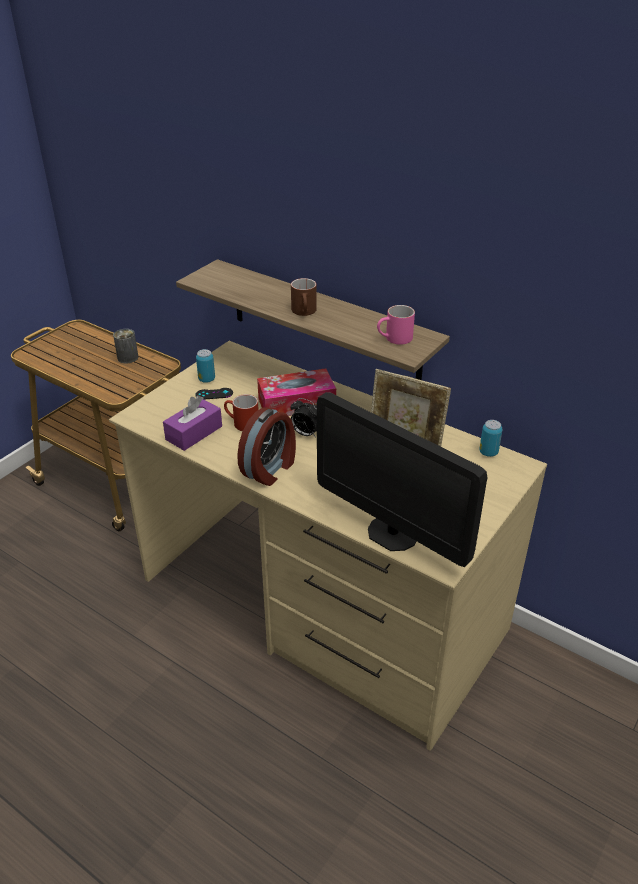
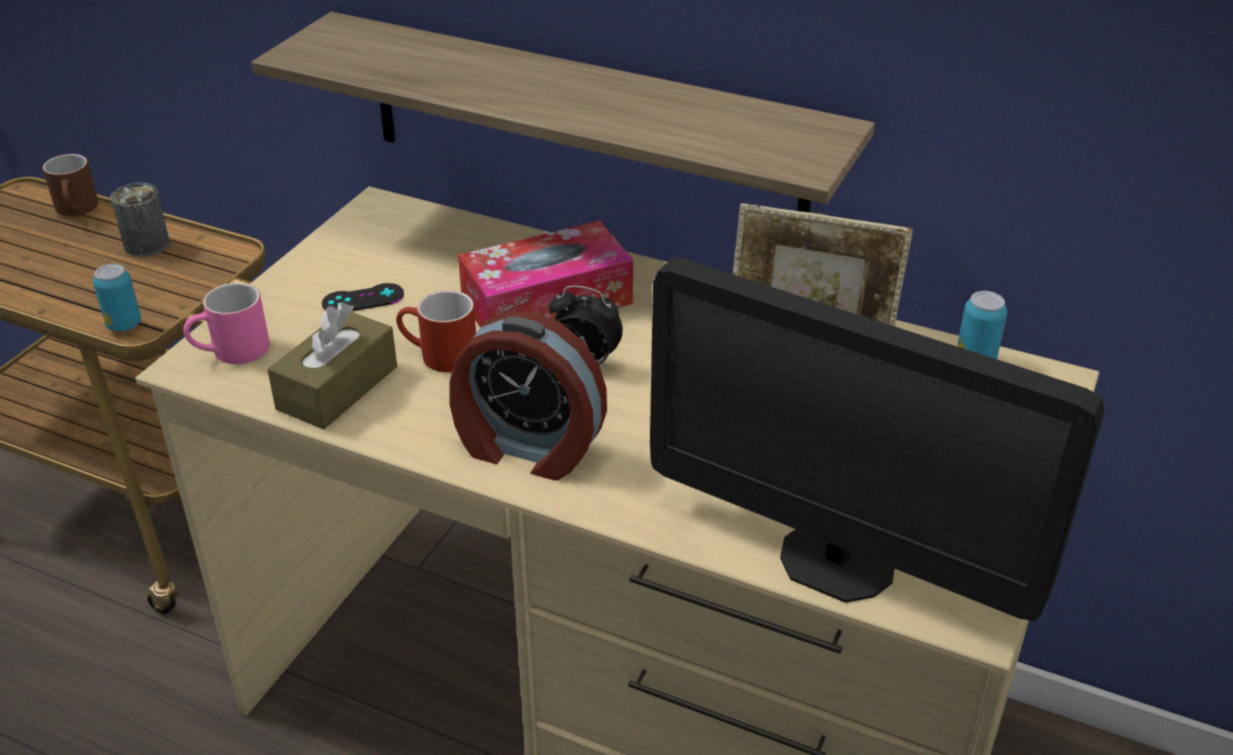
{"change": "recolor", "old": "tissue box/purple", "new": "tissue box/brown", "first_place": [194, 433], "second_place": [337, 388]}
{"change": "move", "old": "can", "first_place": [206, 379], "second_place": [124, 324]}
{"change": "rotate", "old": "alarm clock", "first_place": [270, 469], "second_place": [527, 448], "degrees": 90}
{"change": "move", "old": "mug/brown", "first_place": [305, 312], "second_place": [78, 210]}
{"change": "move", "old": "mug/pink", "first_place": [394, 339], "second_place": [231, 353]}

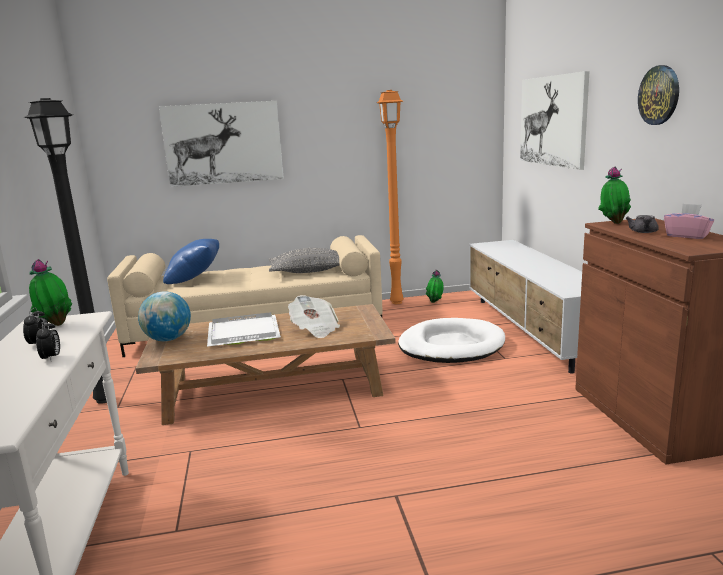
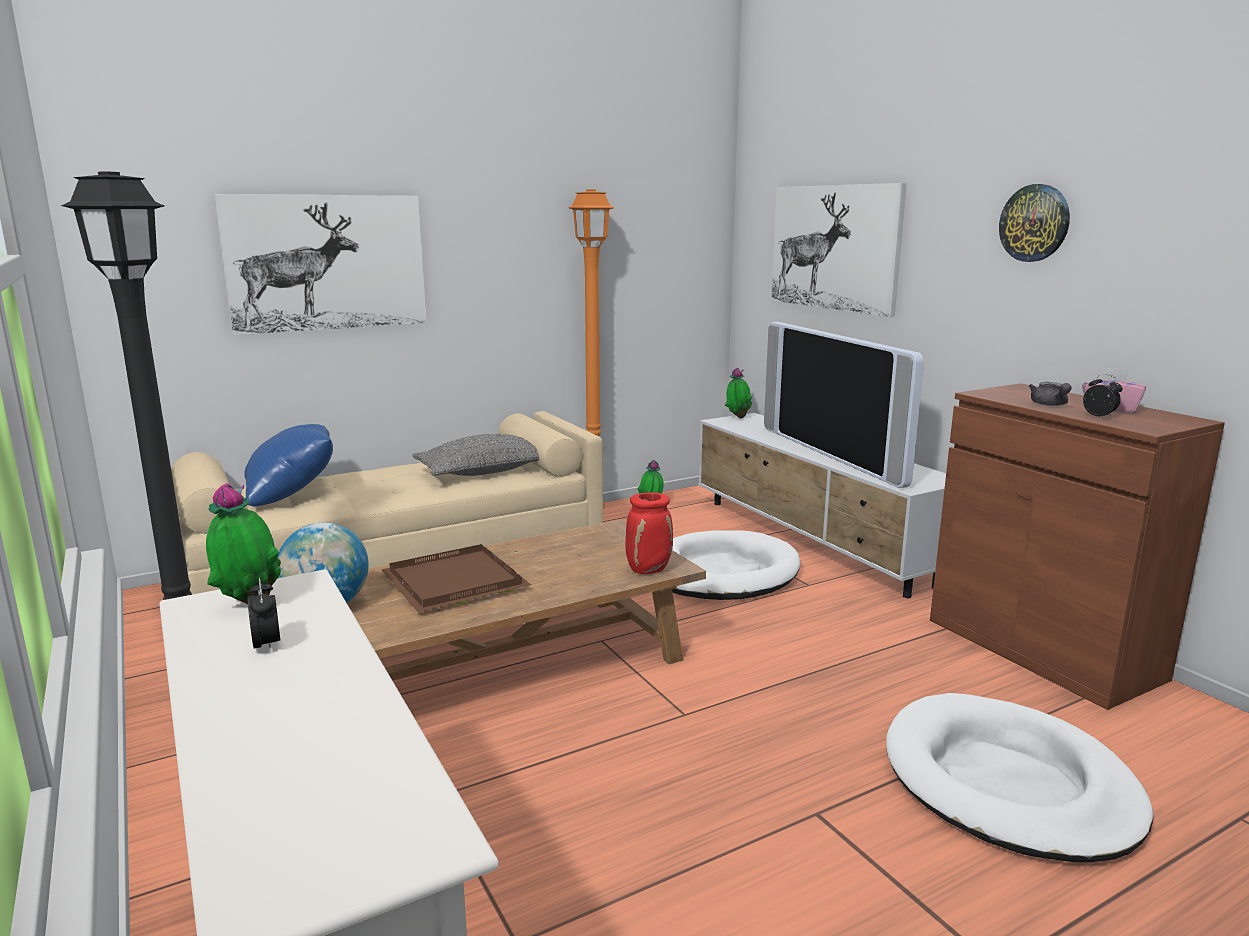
{"change": "move", "old": "alarm clock", "first_place": [51, 358], "second_place": [1100, 416]}
{"change": "recolor", "old": "tray/white", "new": "tray/brown", "first_place": [242, 332], "second_place": [452, 582]}
{"change": "delete", "old": "newspaper", "first_place": [315, 329]}
{"change": "move", "old": "potted plant", "first_place": [613, 223], "second_place": [737, 417]}
{"change": "insert", "new": "vase/red", "second_place": [649, 569]}
{"change": "insert", "new": "television", "second_place": [834, 454]}
{"change": "insert", "new": "dog bed/white", "second_place": [1008, 783]}

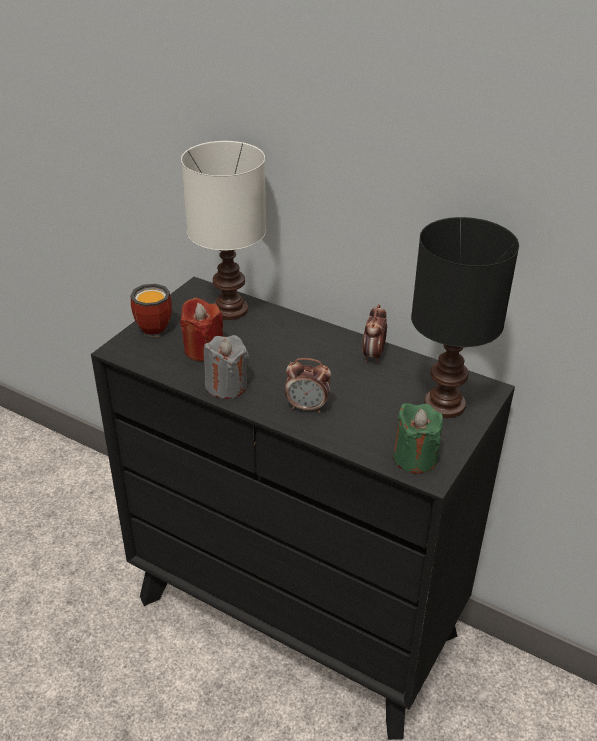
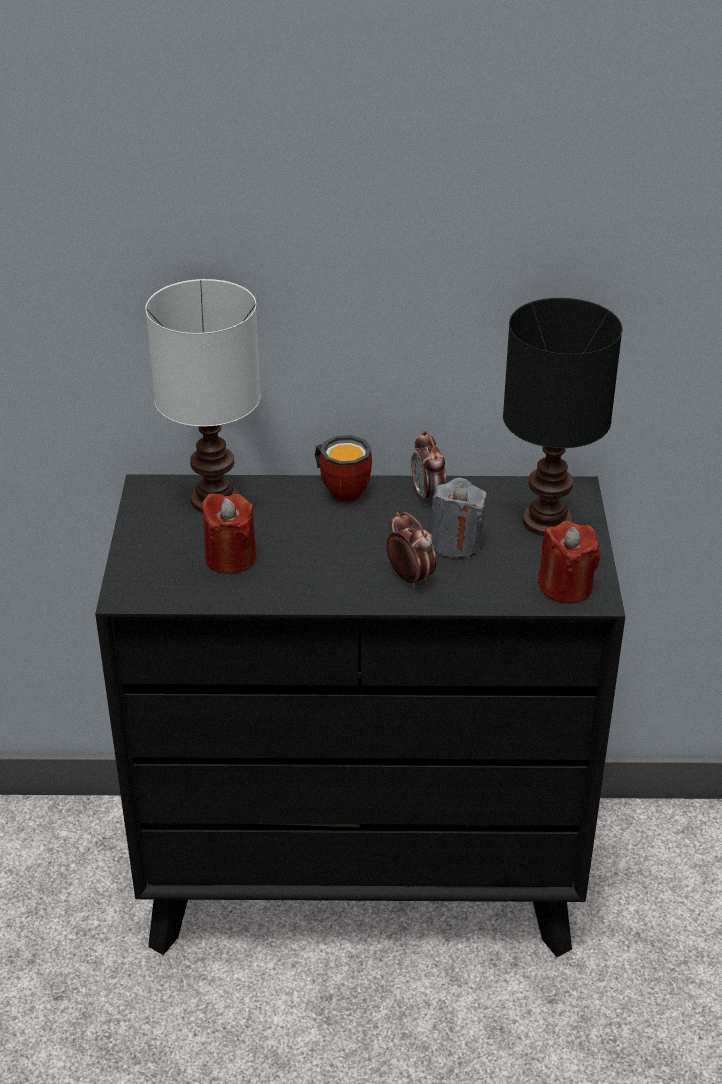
{"change": "move", "old": "mug", "first_place": [155, 326], "second_place": [343, 490]}
{"change": "move", "old": "candle/grey", "first_place": [226, 386], "second_place": [457, 543]}
{"change": "rotate", "old": "alarm clock", "first_place": [307, 407], "second_place": [410, 578], "degrees": -105}
{"change": "recolor", "old": "candle/green", "new": "candle/red", "first_place": [415, 458], "second_place": [565, 587]}

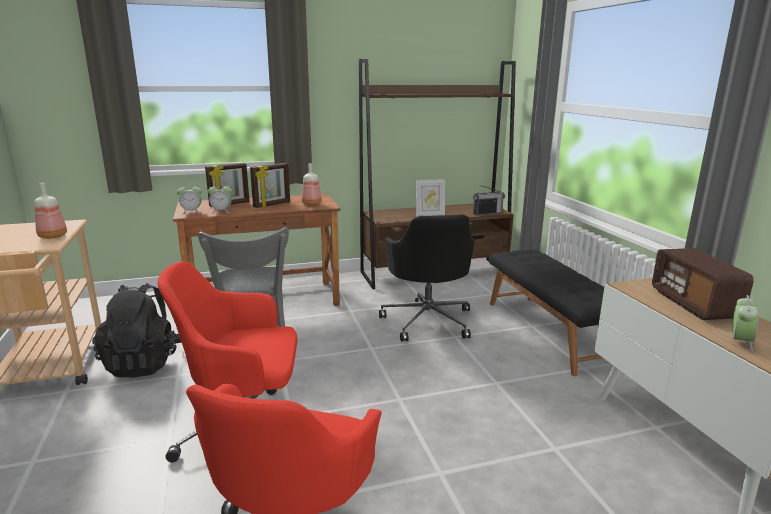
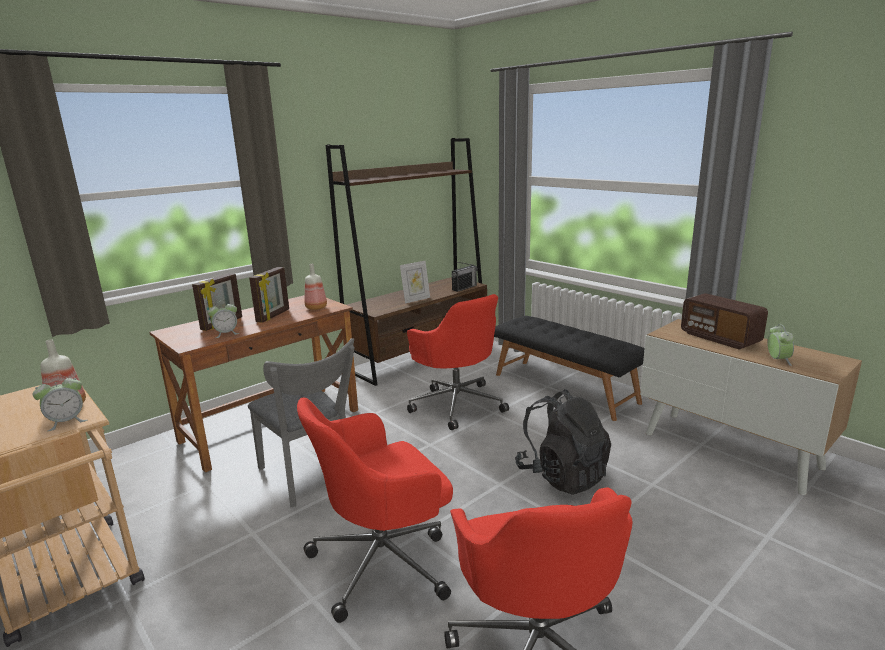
{"change": "move", "old": "backpack/black", "first_place": [143, 363], "second_place": [562, 476]}
{"change": "move", "old": "alarm clock", "first_place": [191, 212], "second_place": [66, 422]}
{"change": "recolor", "old": "office chair/black", "new": "office chair/red", "first_place": [428, 320], "second_place": [456, 404]}

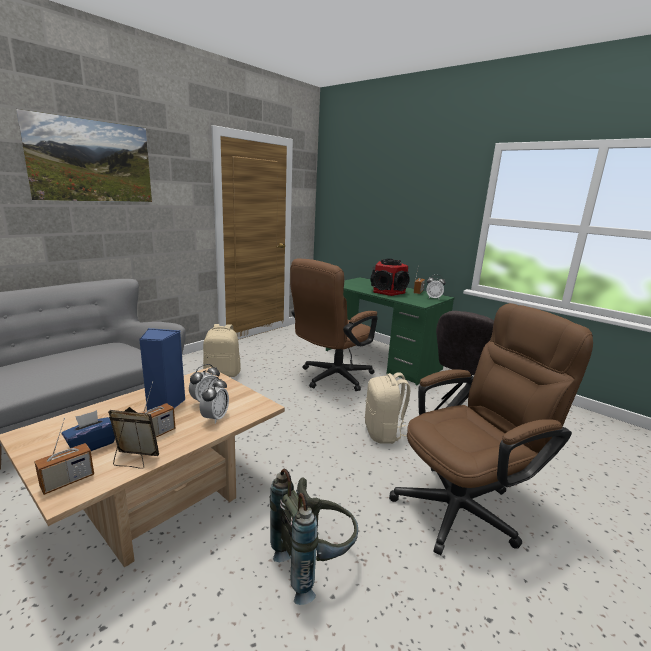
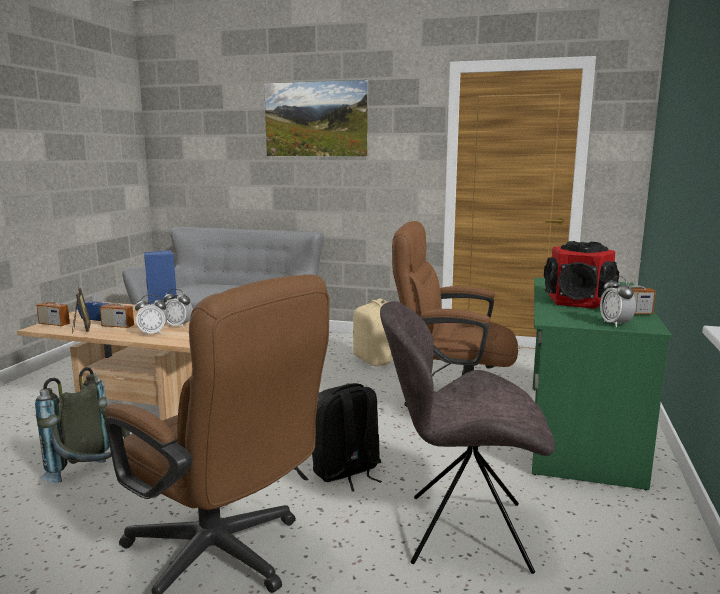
{"change": "recolor", "old": "backpack/beige", "new": "backpack/black", "first_place": [383, 433], "second_place": [346, 472]}

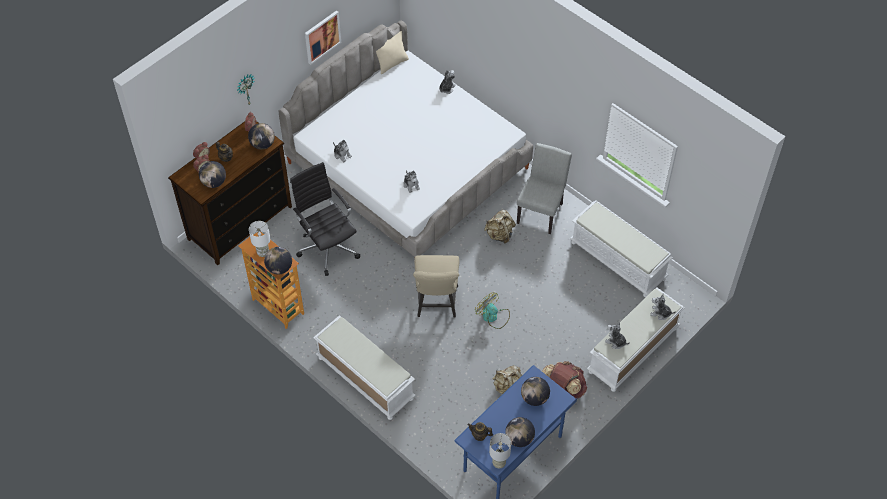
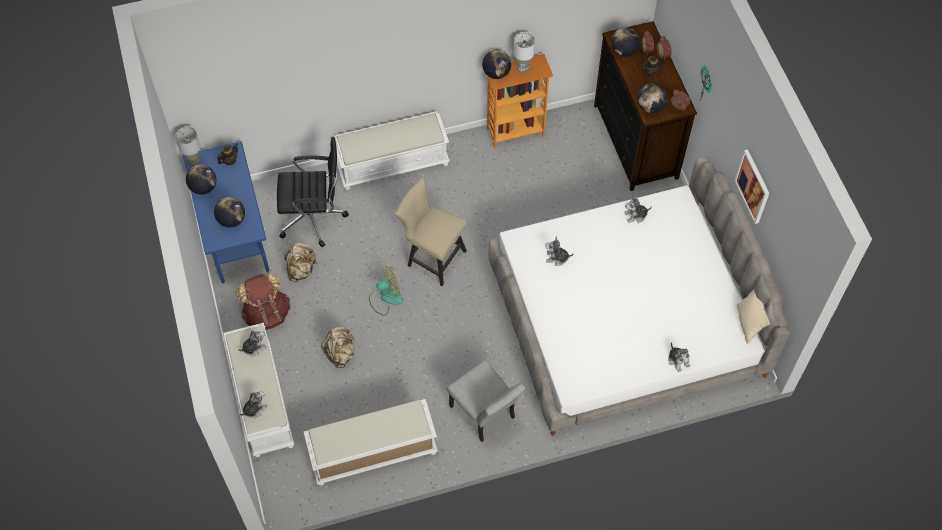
{"change": "move", "old": "office chair/black", "first_place": [328, 247], "second_place": [314, 218]}
{"change": "move", "old": "backpack/beige", "first_place": [499, 234], "second_place": [340, 353]}

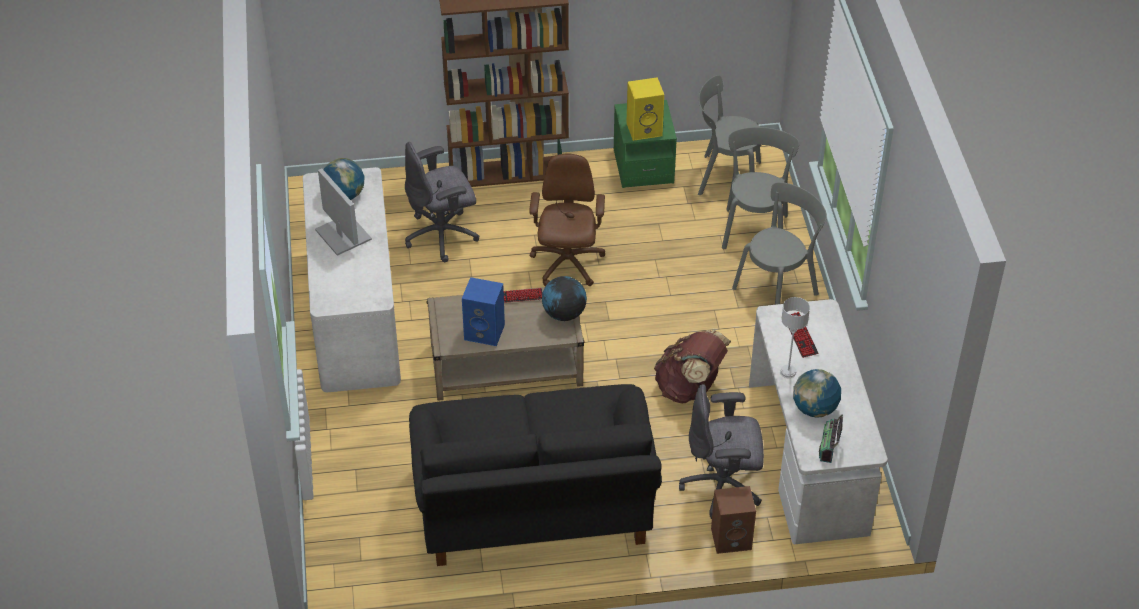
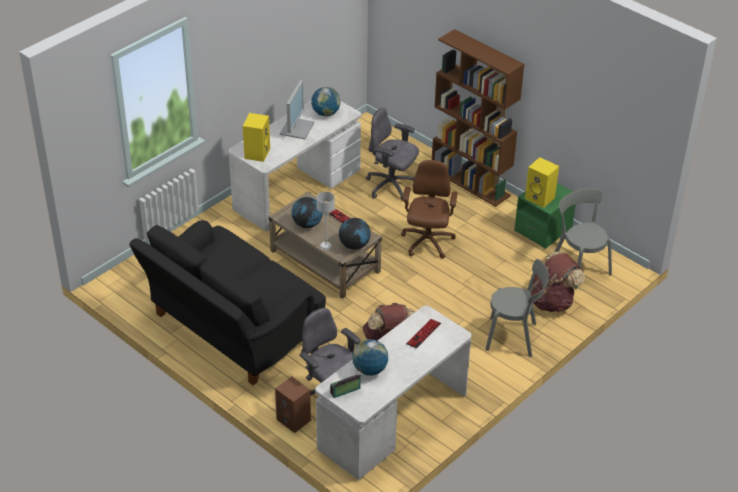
{"change": "replace", "old": "speaker/blue", "new": "globe", "first_place": [485, 332], "second_place": [307, 224]}
{"change": "rotate", "old": "office chair/brown", "first_place": [567, 264], "second_place": [427, 243], "degrees": -45}
{"change": "replace", "old": "chair/grey", "new": "backpack/brown", "first_place": [755, 229], "second_place": [552, 301]}
{"change": "move", "old": "table lamp/grey", "first_place": [788, 372], "second_place": [325, 246]}
{"change": "insert", "new": "speaker/yellow", "second_place": [257, 153]}

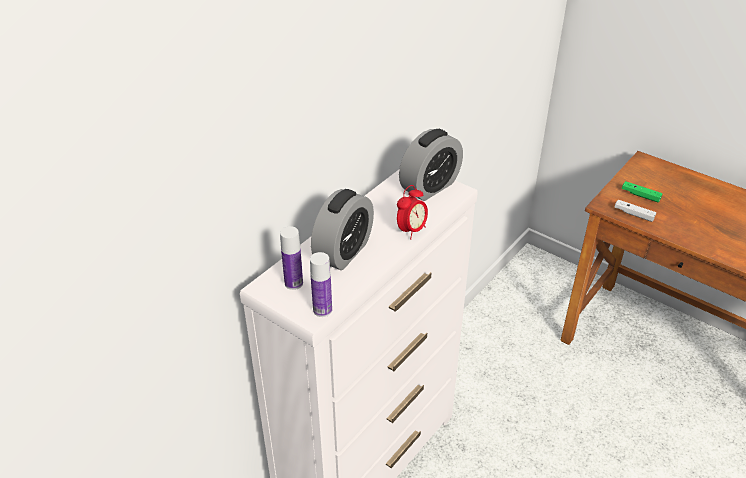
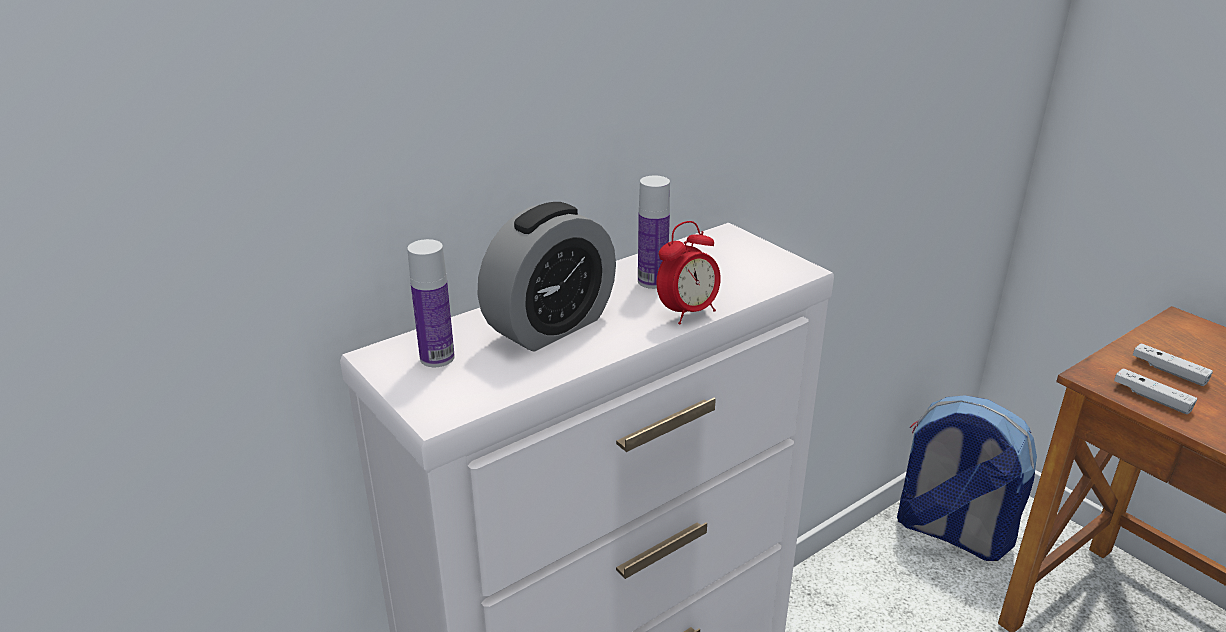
{"change": "move", "old": "bottle", "first_place": [322, 310], "second_place": [652, 281]}
{"change": "delete", "old": "alarm clock", "first_place": [430, 187]}
{"change": "recolor", "old": "game controller/green", "new": "game controller/white", "first_place": [640, 195], "second_place": [1168, 371]}
{"change": "insert", "new": "backpack", "second_place": [950, 532]}

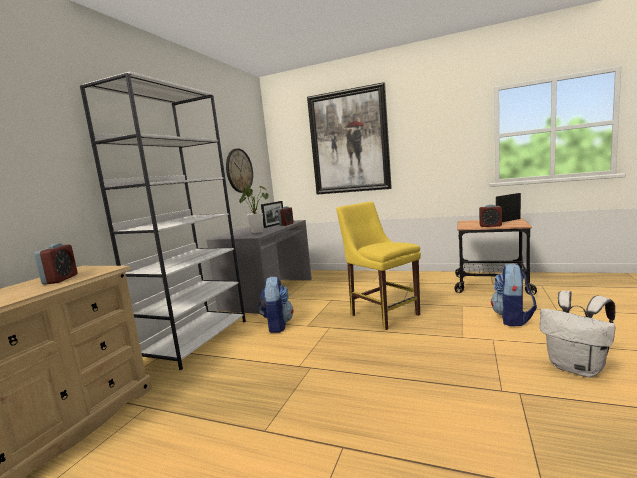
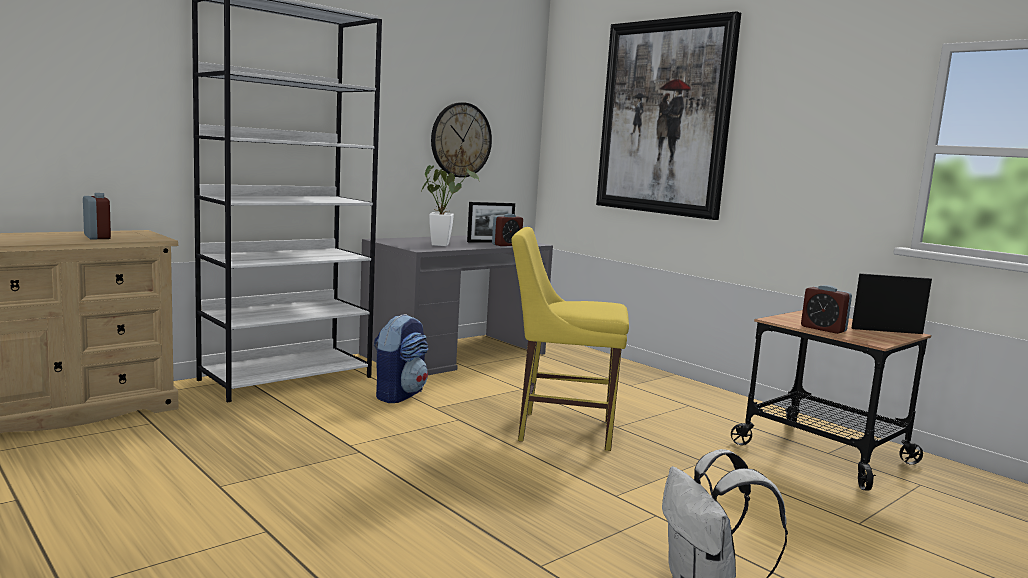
{"change": "rotate", "old": "alarm clock", "first_place": [60, 279], "second_place": [97, 237], "degrees": -60}
{"change": "rotate", "old": "chair/yellow", "first_place": [382, 314], "second_place": [560, 429], "degrees": -75}
{"change": "delete", "old": "backpack", "first_place": [513, 319]}

